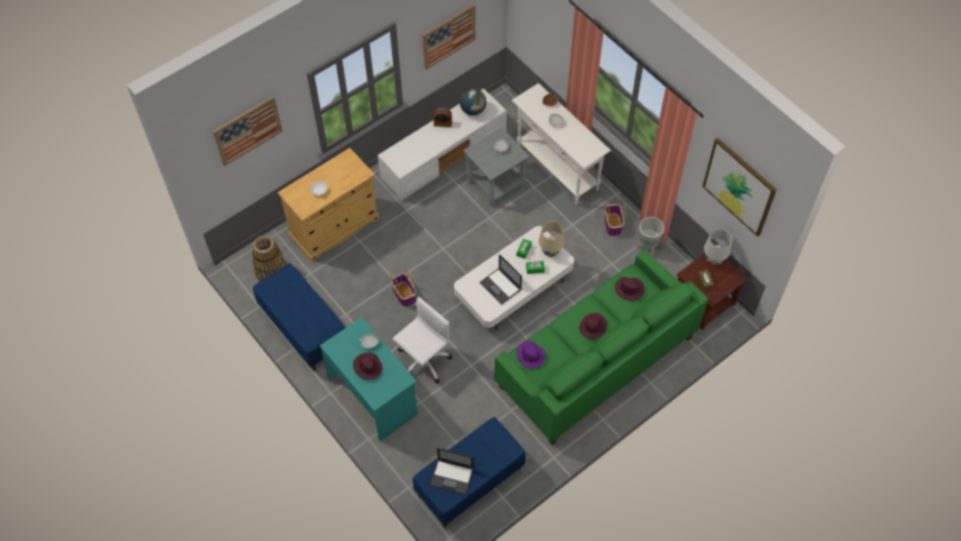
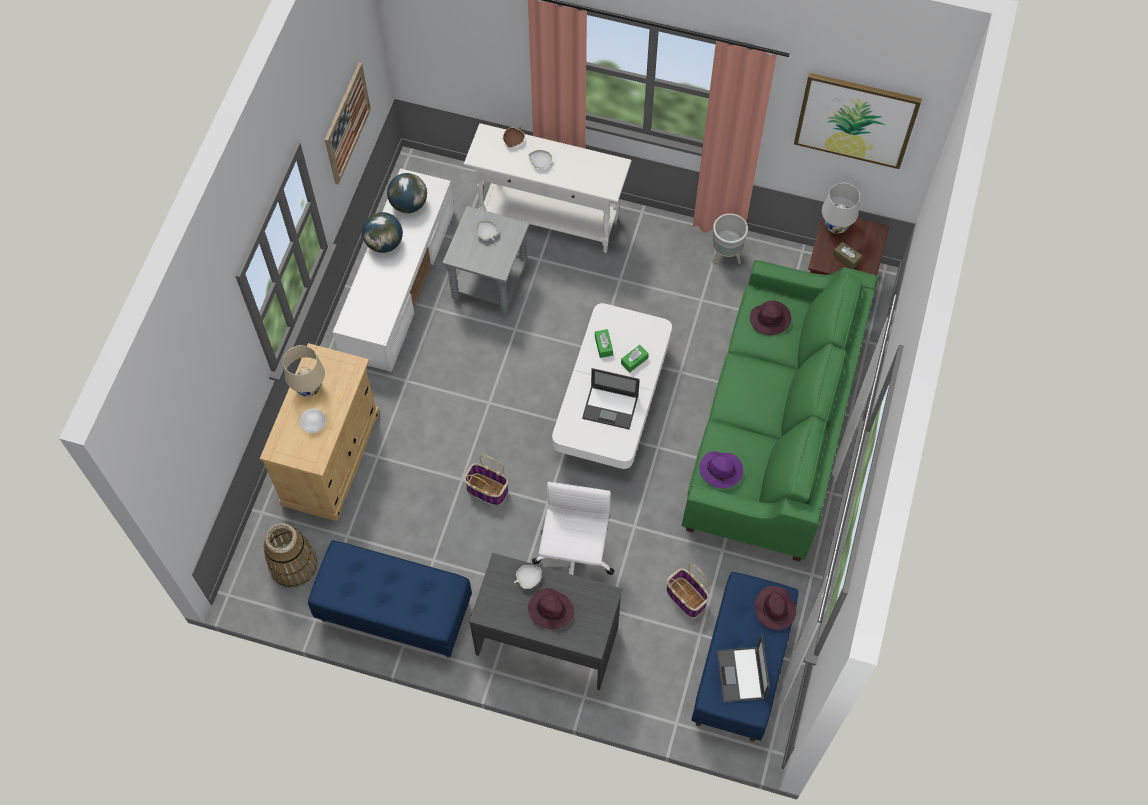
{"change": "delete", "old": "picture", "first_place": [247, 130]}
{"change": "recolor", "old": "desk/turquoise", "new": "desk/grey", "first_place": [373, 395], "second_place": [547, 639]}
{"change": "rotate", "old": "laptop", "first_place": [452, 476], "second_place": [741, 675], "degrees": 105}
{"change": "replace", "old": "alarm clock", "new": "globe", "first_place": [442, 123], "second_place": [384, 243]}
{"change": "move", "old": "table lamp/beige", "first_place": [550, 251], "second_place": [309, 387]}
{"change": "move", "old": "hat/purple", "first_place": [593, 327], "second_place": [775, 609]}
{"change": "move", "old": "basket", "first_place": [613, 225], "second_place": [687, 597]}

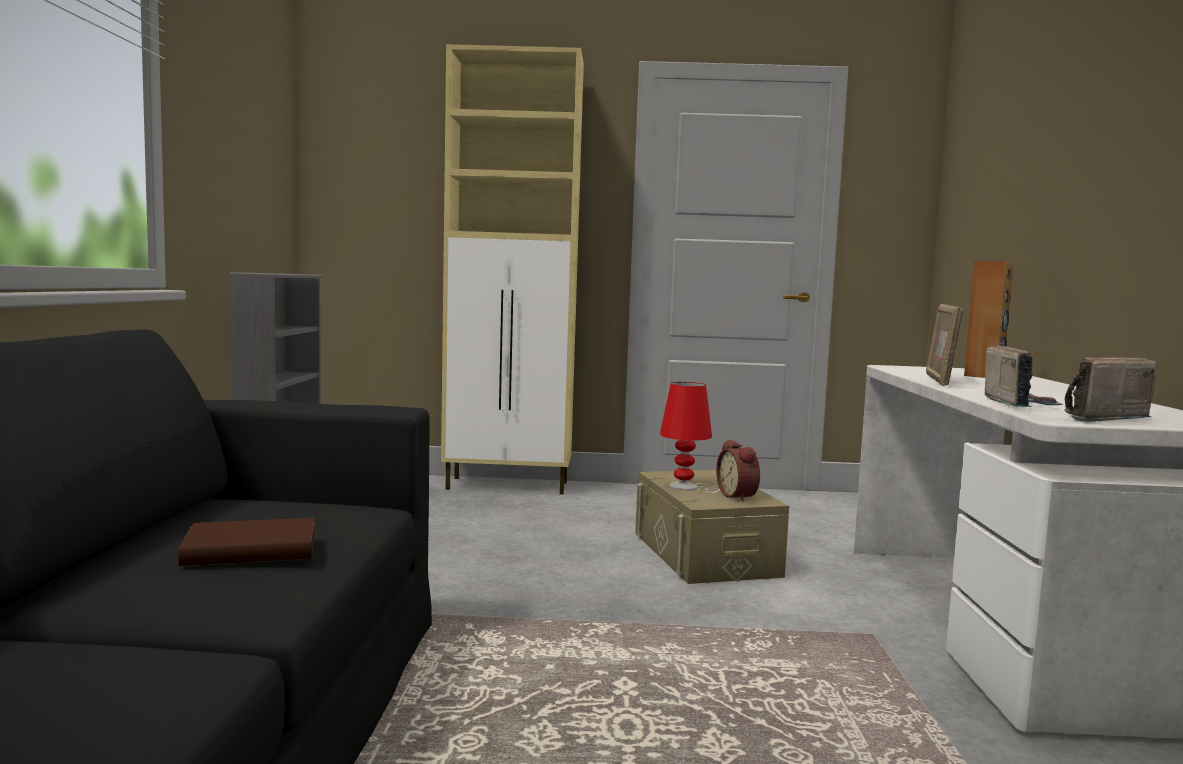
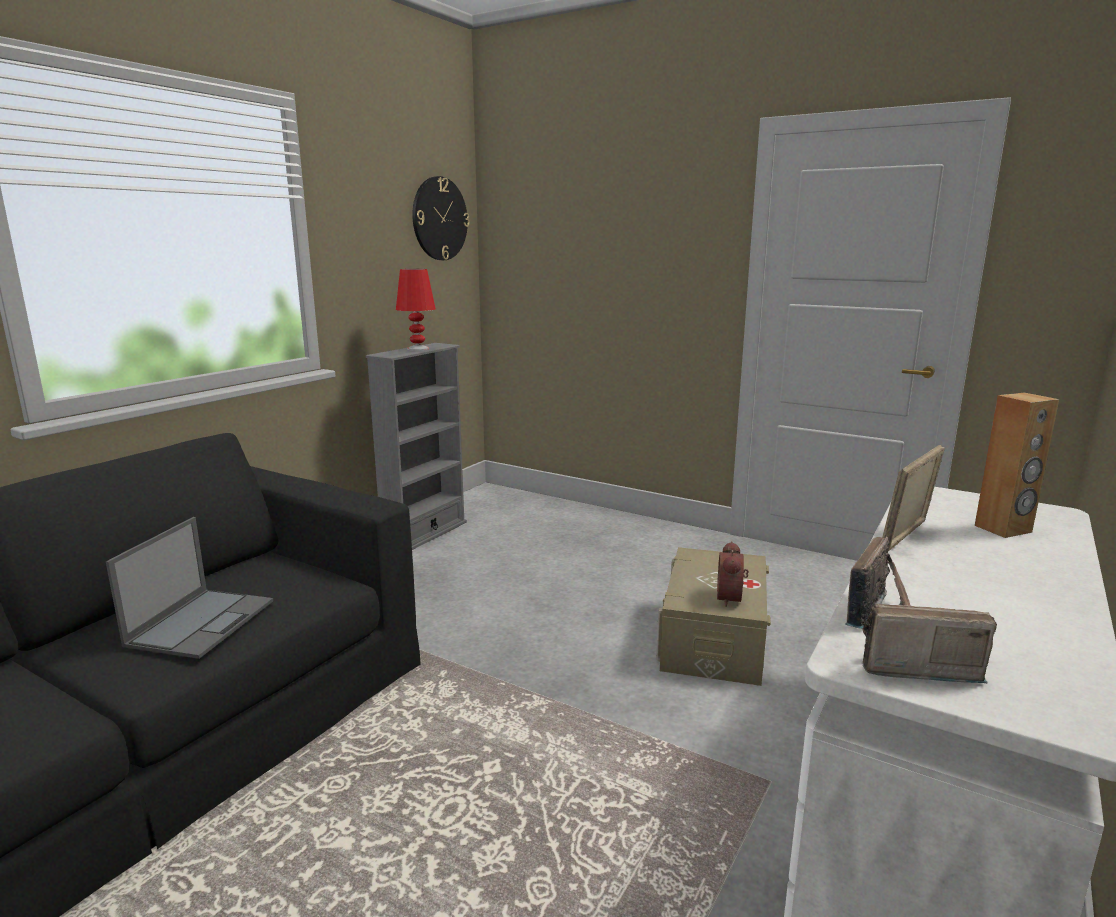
{"change": "replace", "old": "book/brown", "new": "laptop", "first_place": [250, 550], "second_place": [202, 622]}
{"change": "delete", "old": "cabinet/beige", "first_place": [509, 486]}
{"change": "move", "old": "table lamp/red", "first_place": [683, 487], "second_place": [417, 348]}
{"change": "insert", "new": "wall clock", "second_place": [439, 219]}

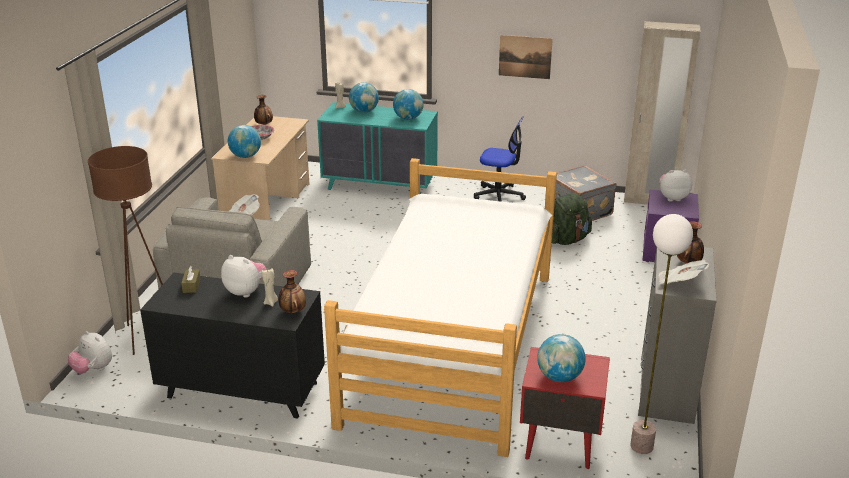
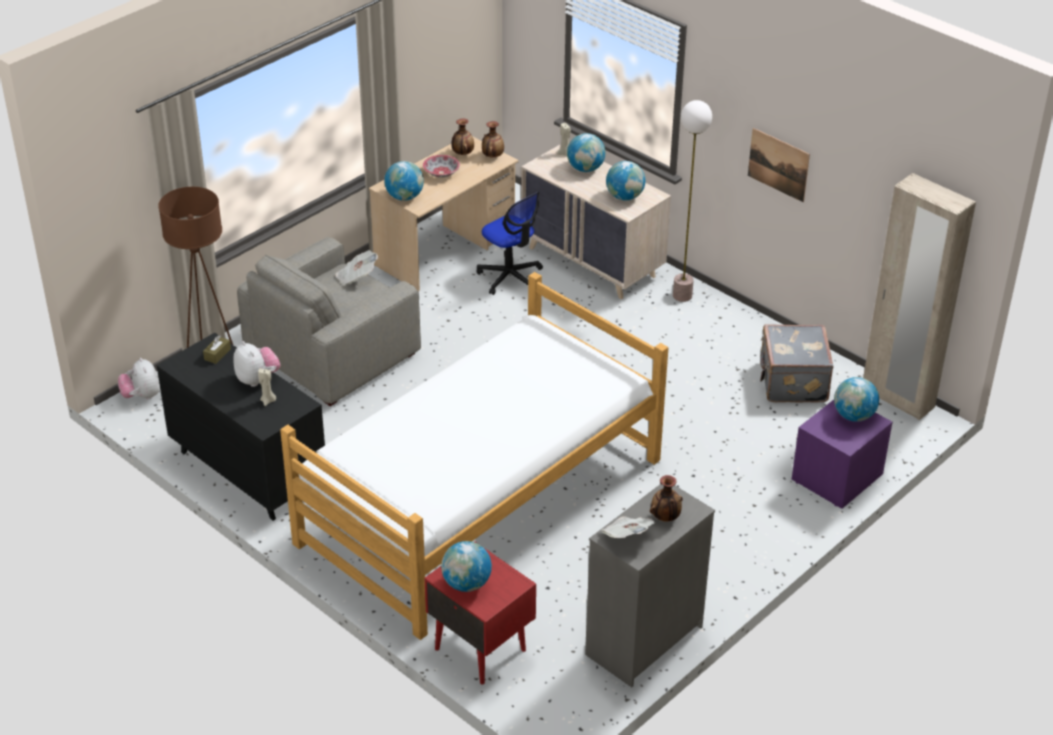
{"change": "move", "old": "vase", "first_place": [292, 311], "second_place": [492, 156]}
{"change": "recolor", "old": "dresser/turquoise", "new": "dresser/beige", "first_place": [380, 185], "second_place": [592, 262]}
{"change": "move", "old": "office chair", "first_place": [499, 196], "second_place": [510, 277]}
{"change": "delete", "old": "backpack/green", "first_place": [567, 240]}
{"change": "move", "old": "floor lamp", "first_place": [642, 446], "second_place": [682, 295]}
{"change": "replace", "old": "plush toy", "new": "globe", "first_place": [672, 198], "second_place": [853, 416]}

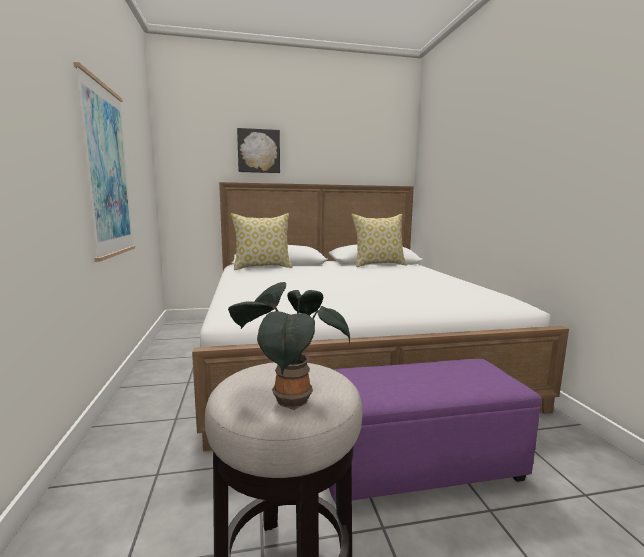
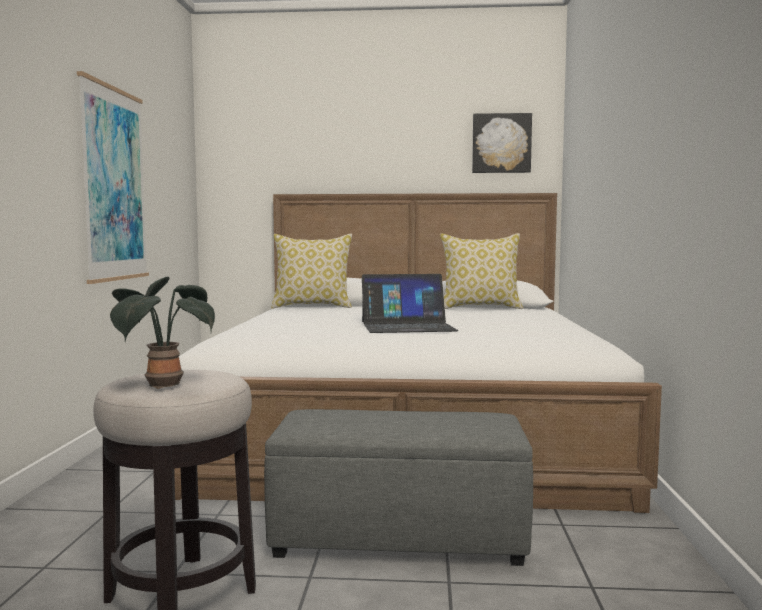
{"change": "move", "old": "picture", "first_place": [259, 151], "second_place": [501, 143]}
{"change": "recolor", "old": "ottoman/purple", "new": "ottoman/grey", "first_place": [418, 464], "second_place": [400, 537]}
{"change": "insert", "new": "laptop", "second_place": [407, 326]}

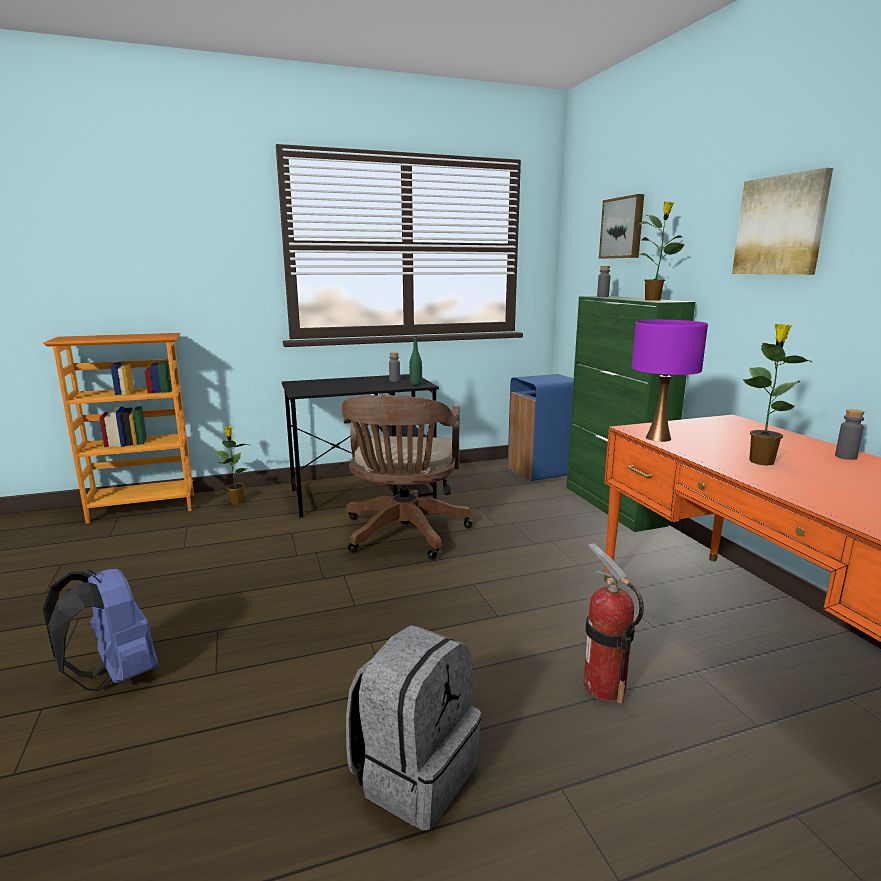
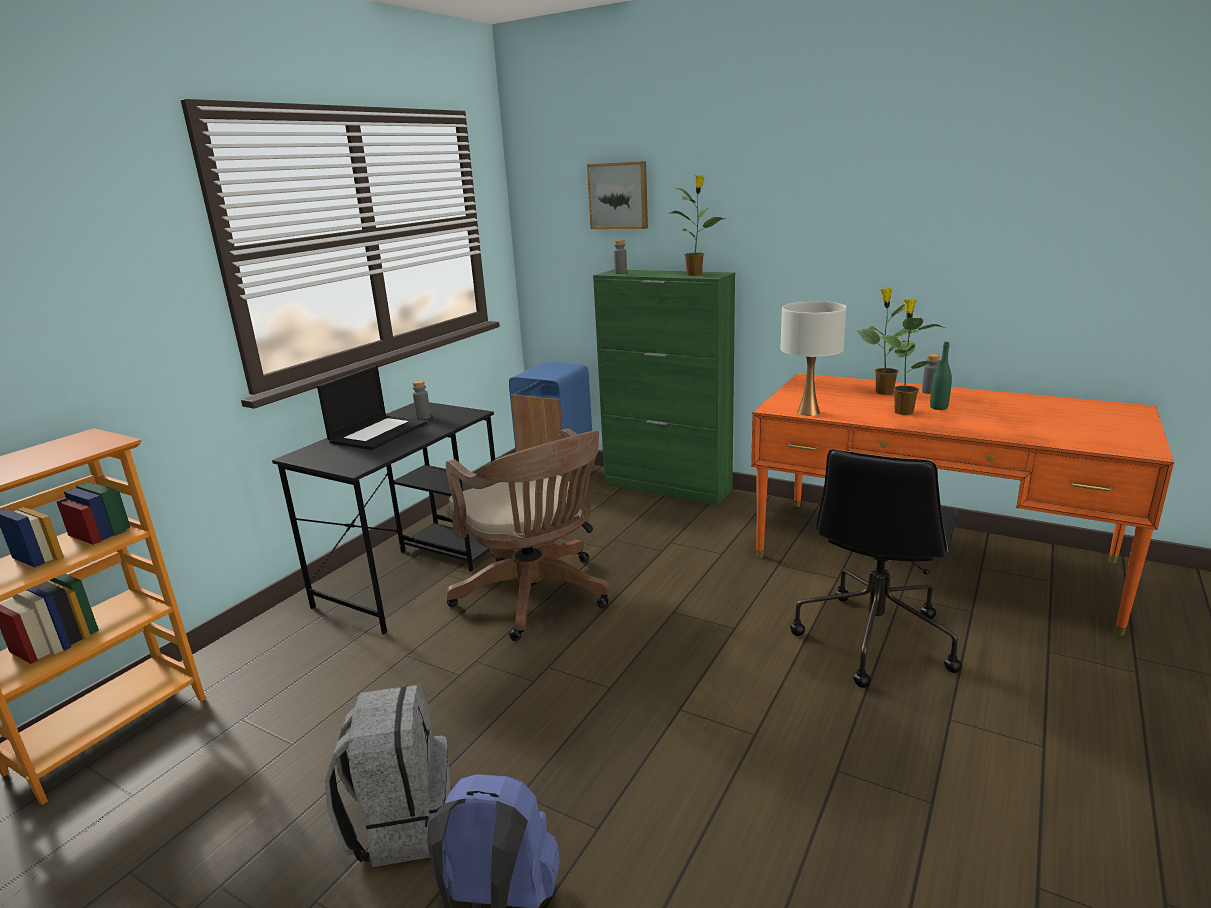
{"change": "move", "old": "potted plant", "first_place": [237, 501], "second_place": [883, 392]}
{"change": "move", "old": "backpack/grey", "first_place": [414, 773], "second_place": [402, 823]}
{"change": "move", "old": "bottle/green", "first_place": [415, 384], "second_place": [938, 407]}
{"change": "replace", "old": "fire extinguisher", "new": "office chair/black", "first_place": [604, 686], "second_place": [874, 637]}
{"change": "recolor", "old": "table lamp/purple", "new": "table lamp/white", "first_place": [658, 438], "second_place": [808, 412]}
{"change": "delete", "old": "picture", "first_place": [781, 225]}
{"change": "insert", "new": "laptop", "second_place": [378, 432]}

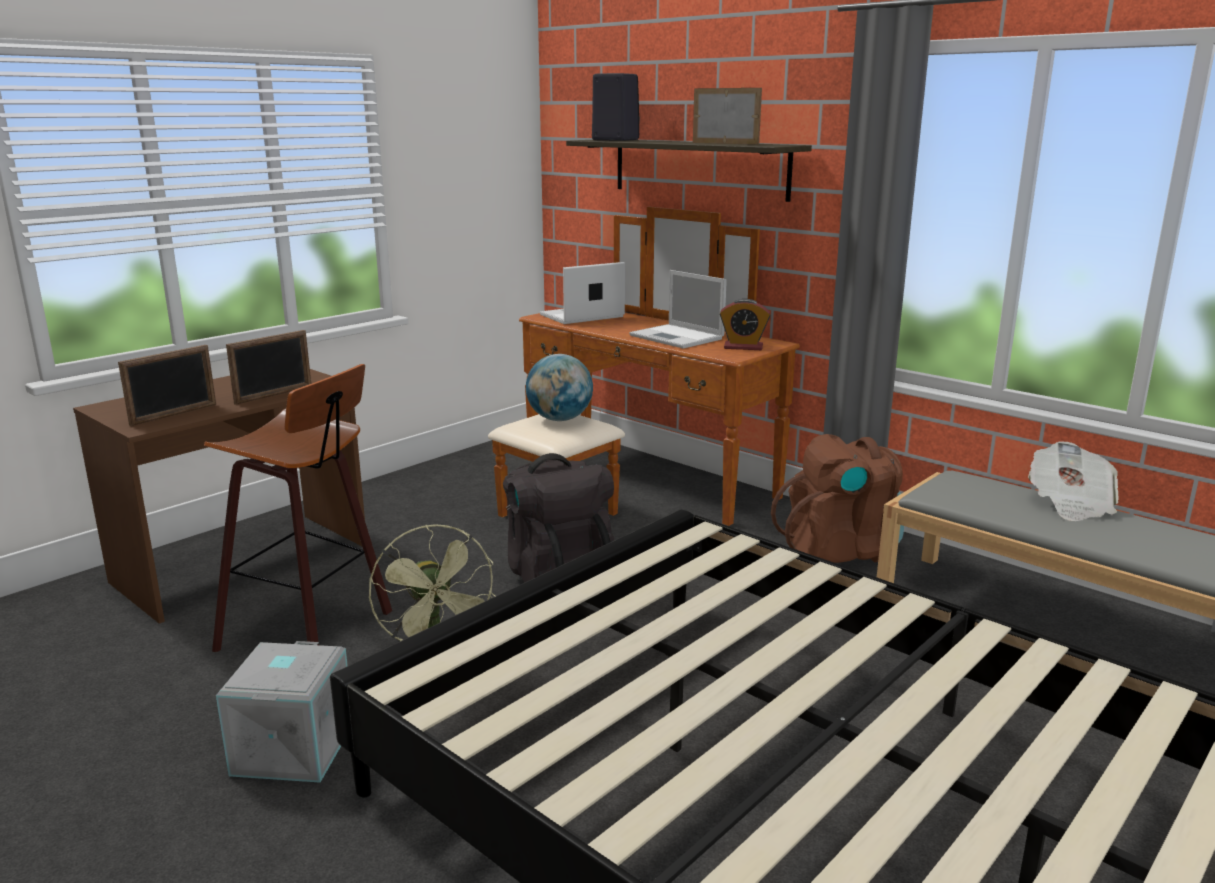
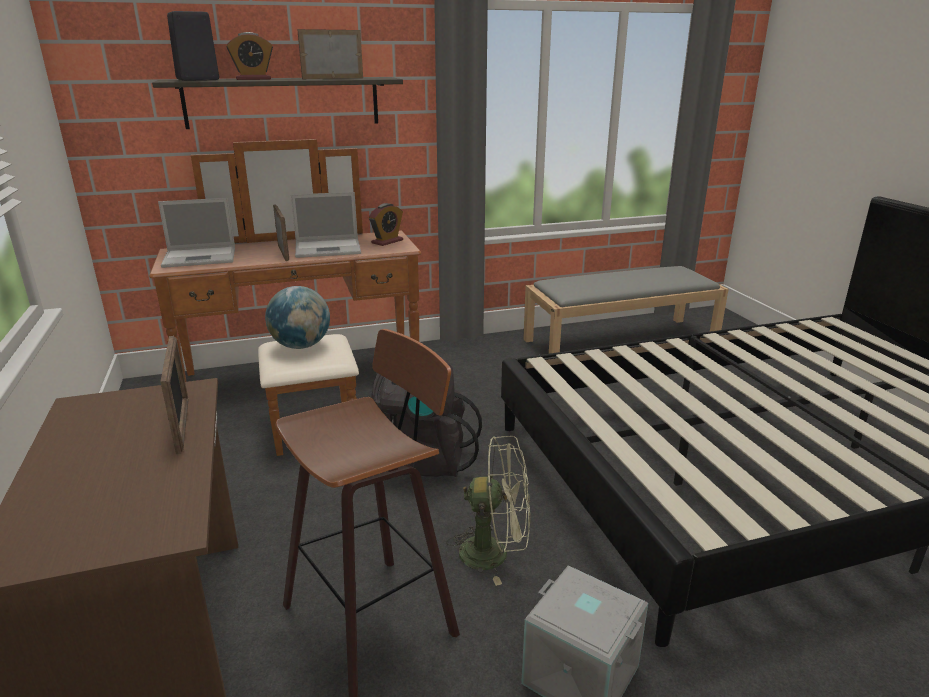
{"change": "move", "old": "picture frame", "first_place": [174, 415], "second_place": [283, 252]}
{"change": "rotate", "old": "laptop", "first_place": [580, 316], "second_place": [201, 257], "degrees": -105}
{"change": "delete", "old": "backpack/brown", "first_place": [840, 550]}
{"change": "delete", "old": "newspaper", "first_place": [1070, 504]}
{"change": "insert", "new": "alarm clock", "second_place": [253, 79]}

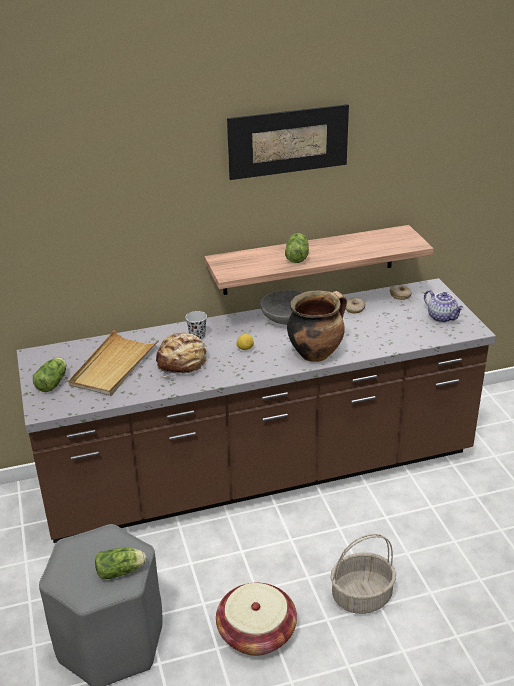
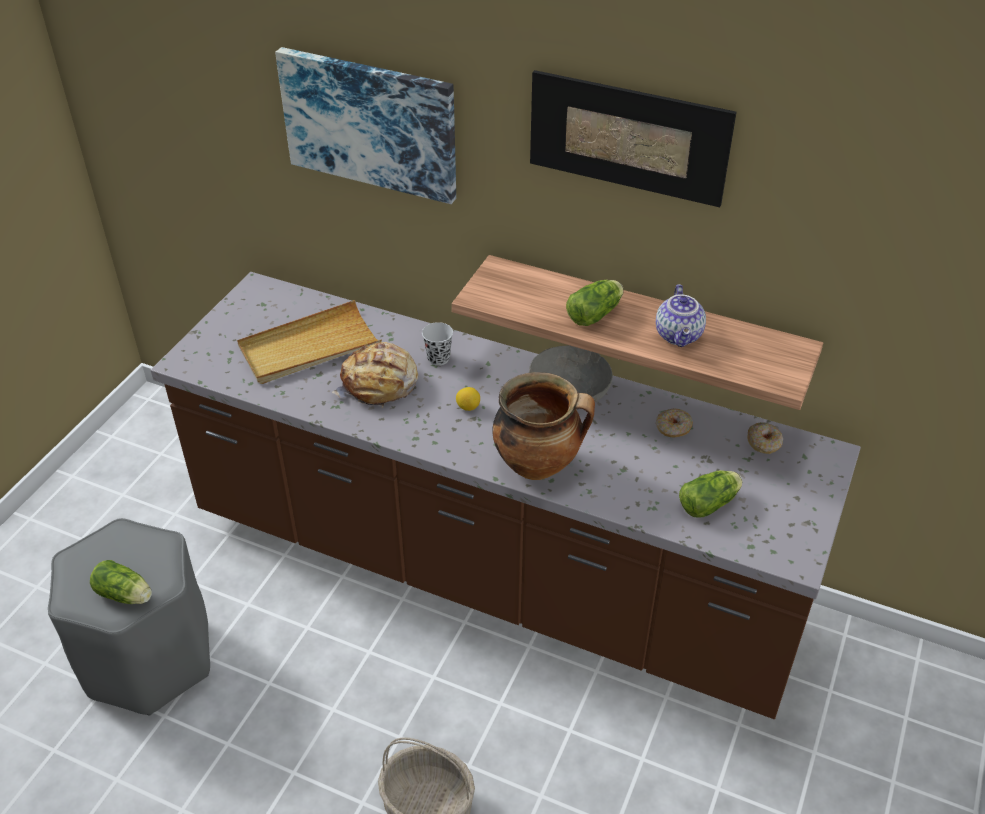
{"change": "move", "old": "lettuce", "first_place": [53, 382], "second_place": [710, 503]}
{"change": "delete", "old": "basket", "first_place": [256, 633]}
{"change": "move", "old": "teapot", "first_place": [442, 317], "second_place": [679, 336]}
{"change": "insert", "new": "picture", "second_place": [370, 123]}

